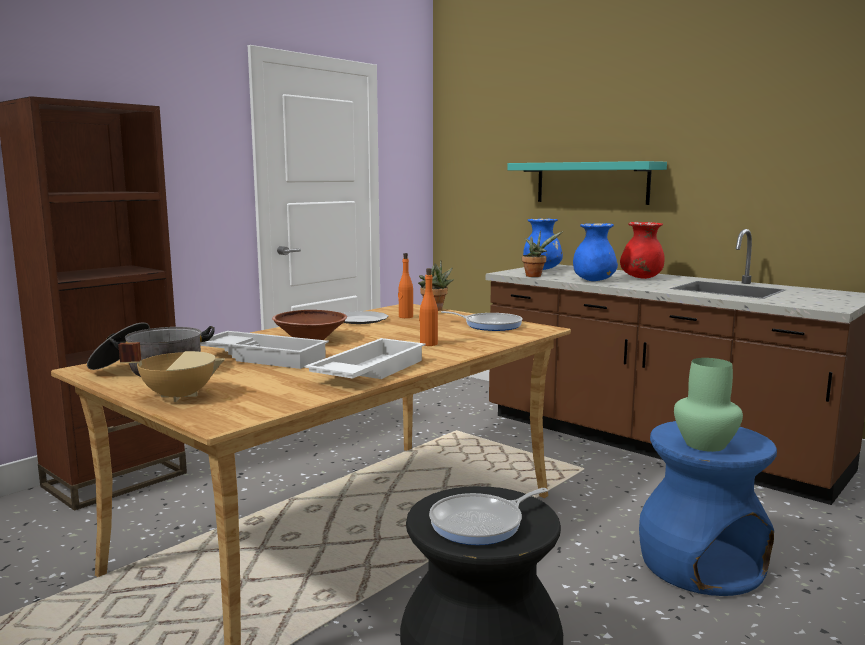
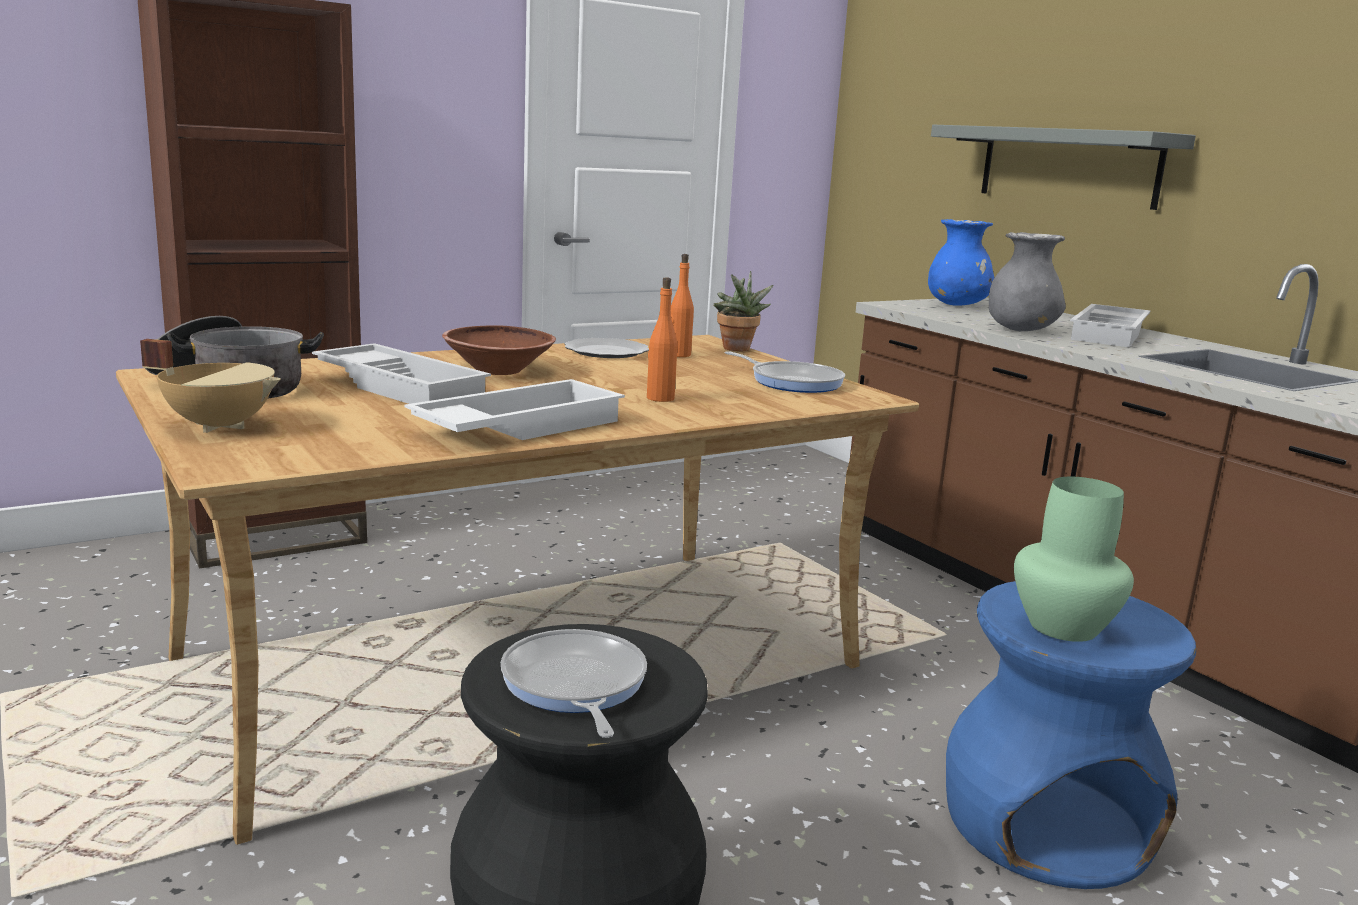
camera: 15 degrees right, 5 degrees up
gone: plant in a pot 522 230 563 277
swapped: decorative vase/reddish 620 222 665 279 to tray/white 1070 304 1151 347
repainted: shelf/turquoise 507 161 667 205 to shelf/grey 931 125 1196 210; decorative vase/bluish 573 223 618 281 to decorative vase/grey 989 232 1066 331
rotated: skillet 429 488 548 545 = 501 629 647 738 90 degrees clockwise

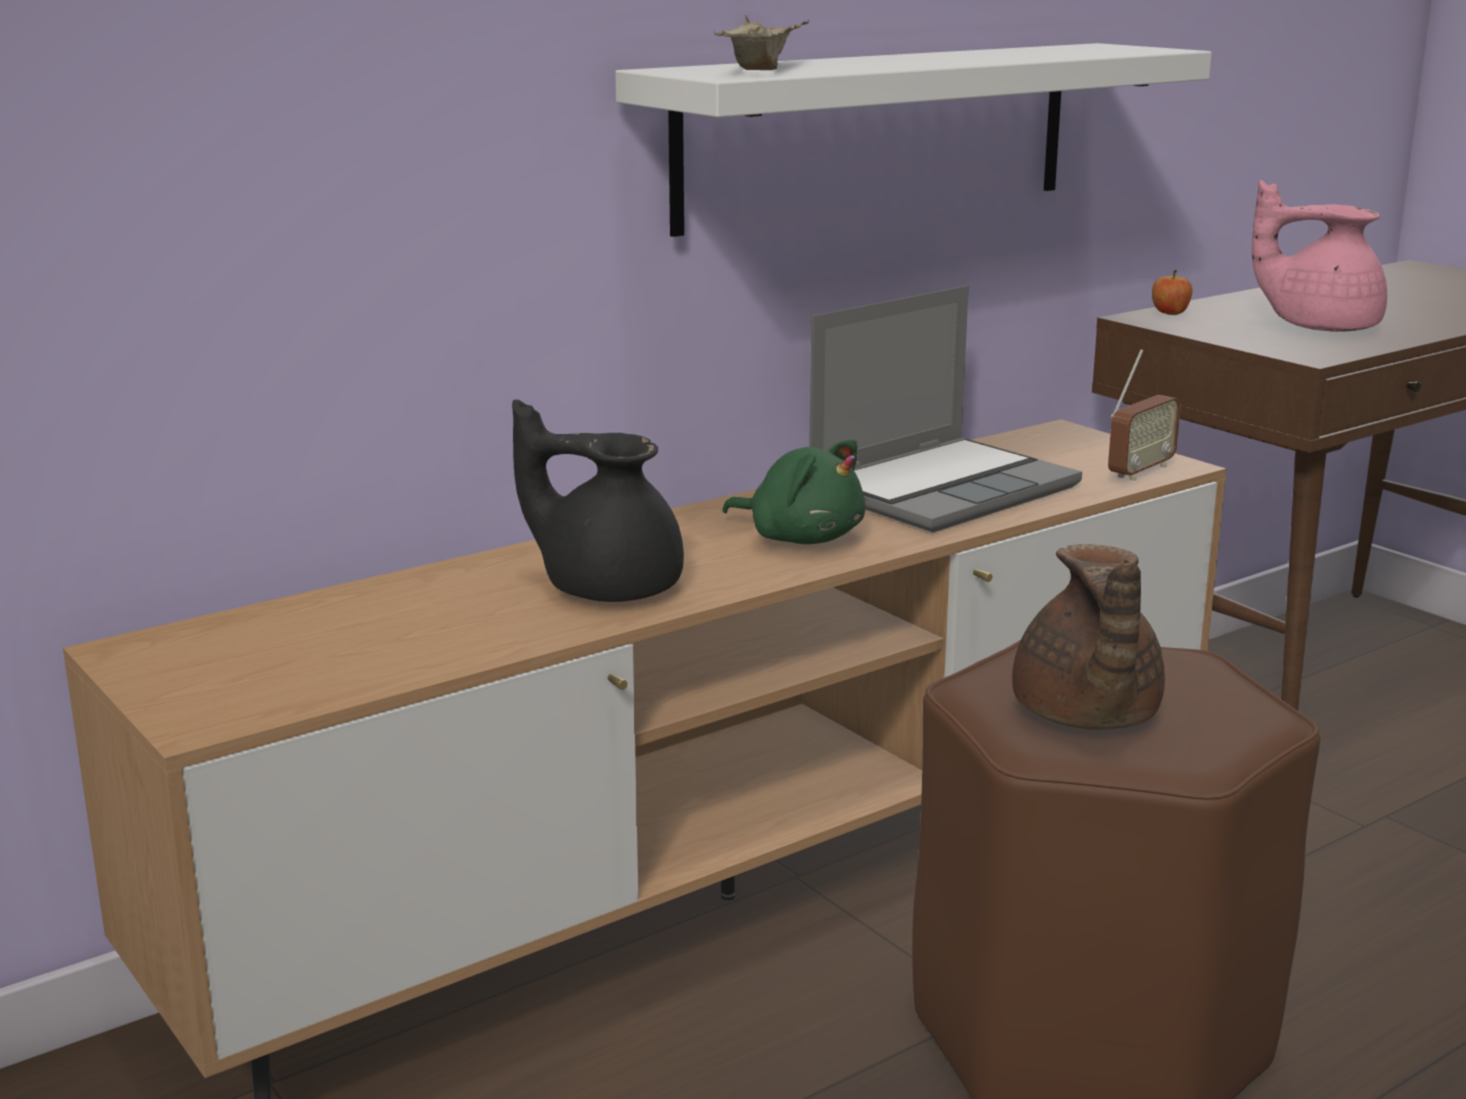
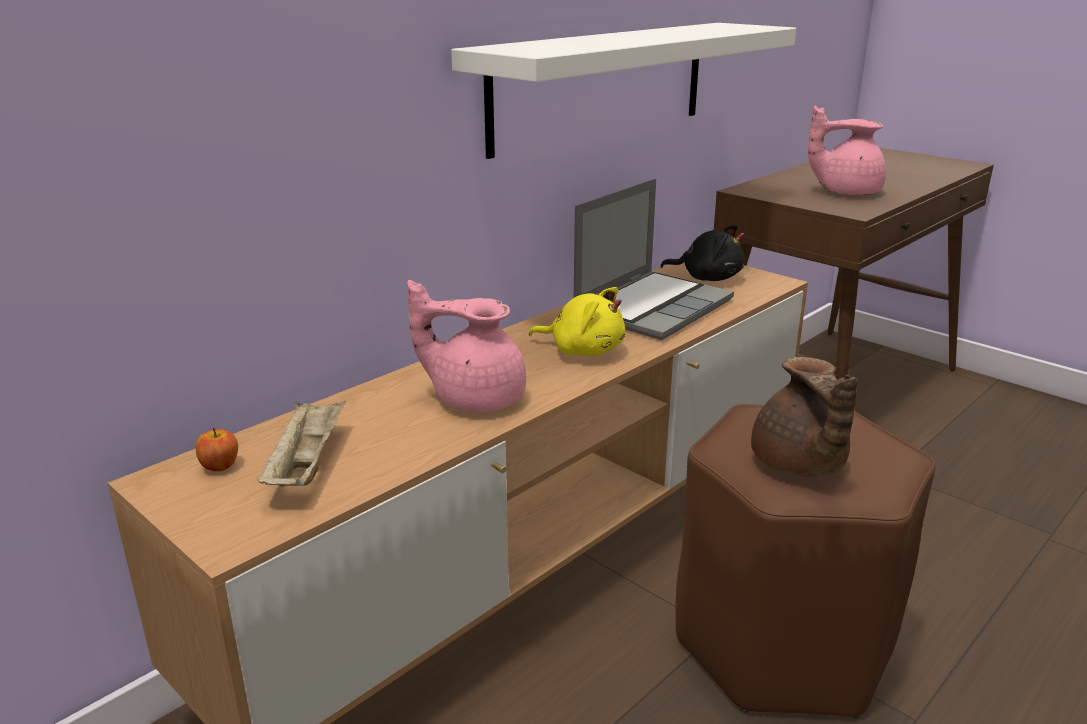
camera: 10 degrees left, 5 degrees up
gone: radio receiver 1108 349 1181 481
new: cuddly toy/blackish 660 225 745 281
shifted: apple 1152 270 1192 315 to 196 428 238 472; tray/sand-coloured 714 15 809 70 to 257 401 346 486
repainted: pot for tea/blackish 512 399 684 602 to pot for tea/pink-coloured 407 280 526 412; cuddly toy/green-coloured 723 439 866 544 to cuddly toy/yellow 529 287 625 356

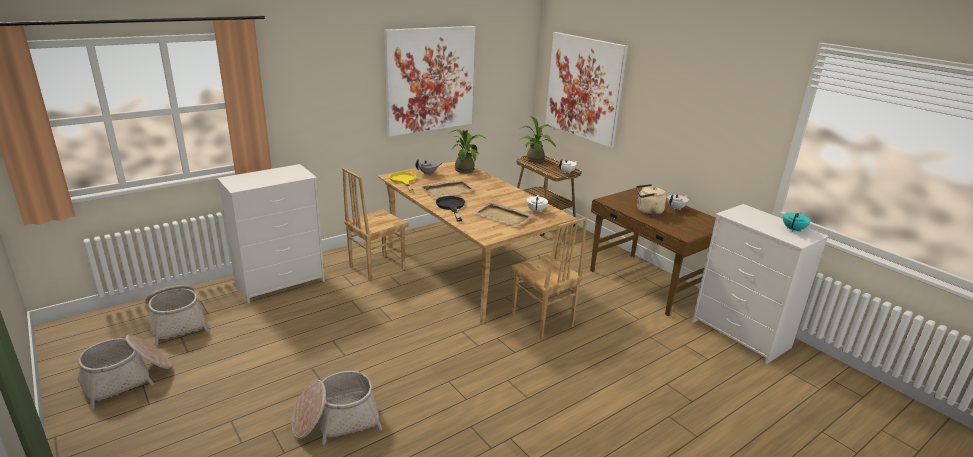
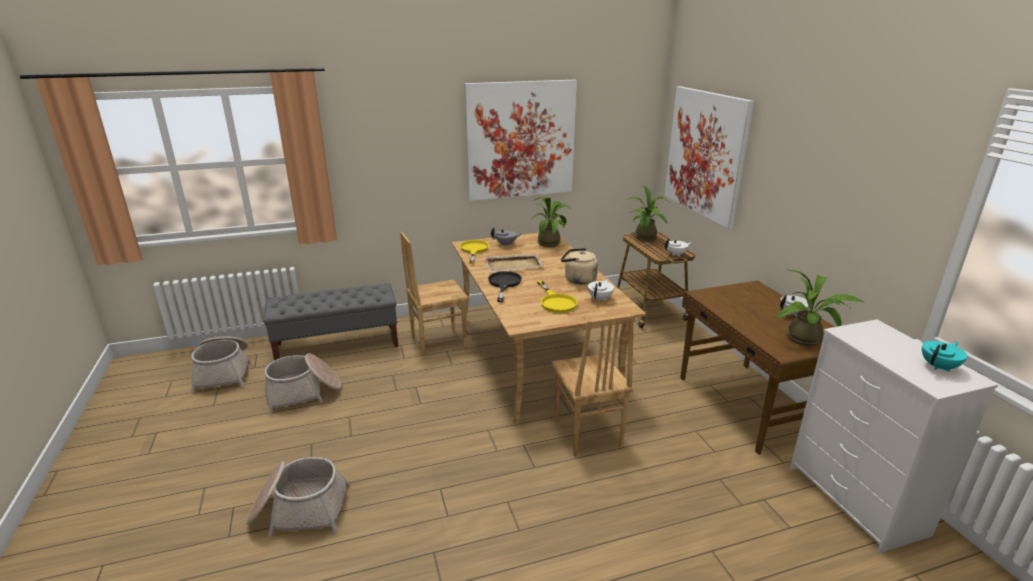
camera: 20 degrees right, 0 degrees up
new: plant in a pot 773 269 865 346
shifted: household basket 78 334 172 409 to 265 353 341 414; tea kettle/sand-coloured 636 184 667 215 to 561 248 598 284
swapped: drawer chest/white 217 164 325 303 to indoor bench/grey 264 283 398 361; tray/sand-coloured 473 202 534 226 to skillet/yellow 537 281 578 313

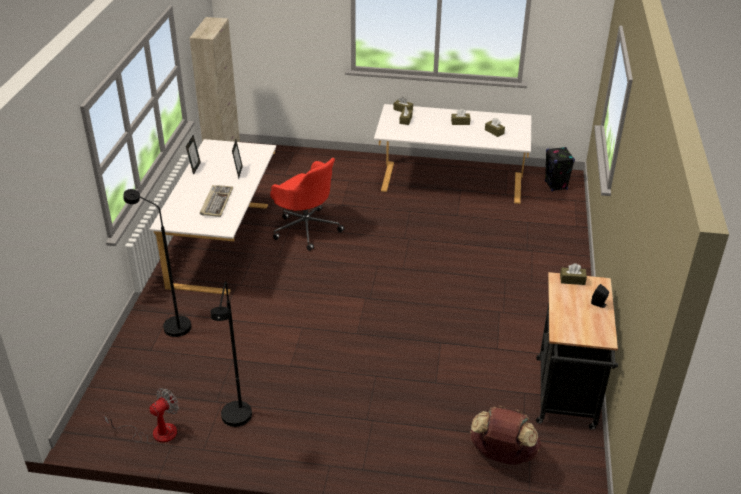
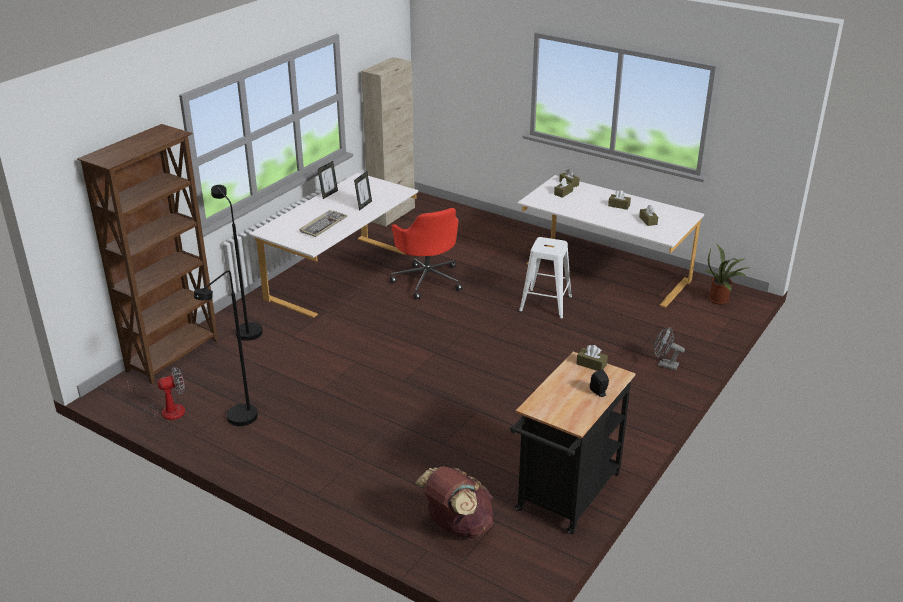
camera: 25 degrees right, 5 degrees down
new: shelving unit/brownish 77 124 219 384; stool/white 519 237 572 319; fan/grey 654 327 685 371
swapped: speaker/blackish 545 147 575 191 to plant in a pot 705 244 748 305

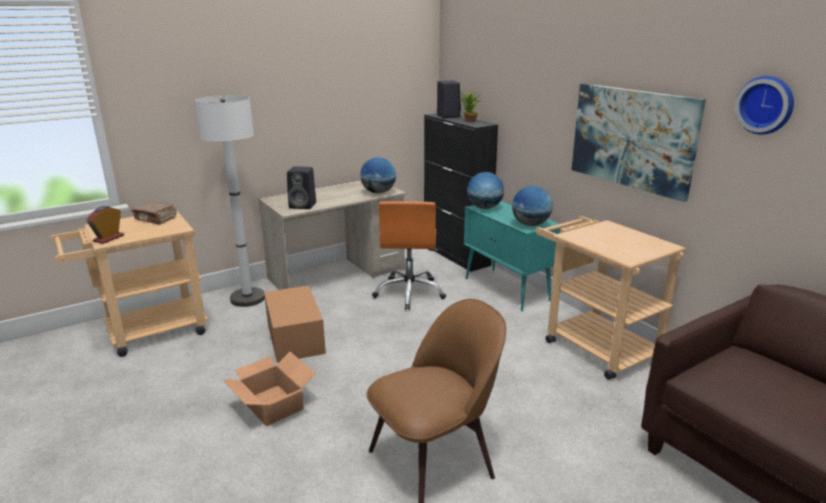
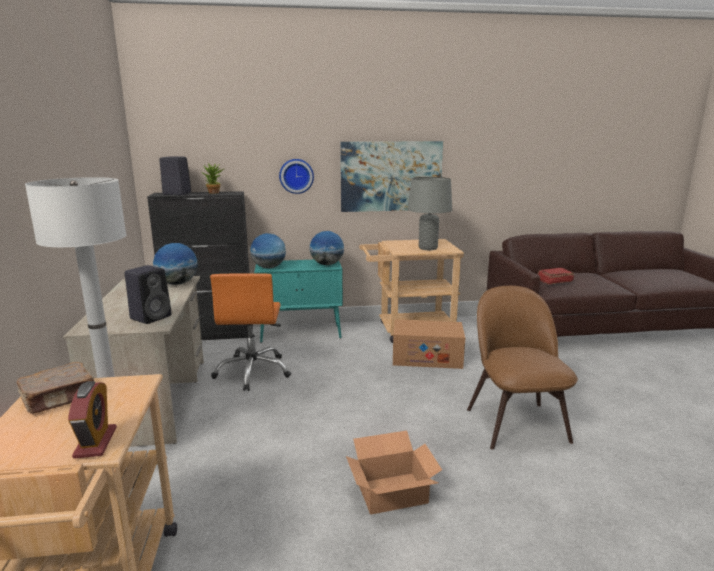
camera: 65 degrees left, 5 degrees down
new: table lamp/grey 408 177 452 250; book/reddish 538 268 574 285
shifted: hanging clock 735 76 794 135 to 279 159 314 194; packing box 264 285 326 363 to 393 319 465 369
rotated: alarm clock 87 206 124 244 = 68 381 117 459 150 degrees counterclockwise; computer chair/orange 372 201 446 310 = 210 273 291 391 60 degrees clockwise

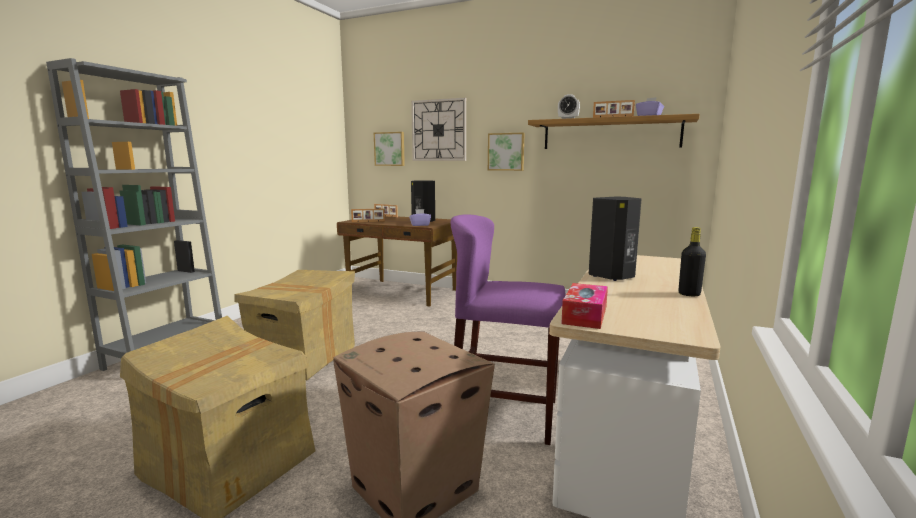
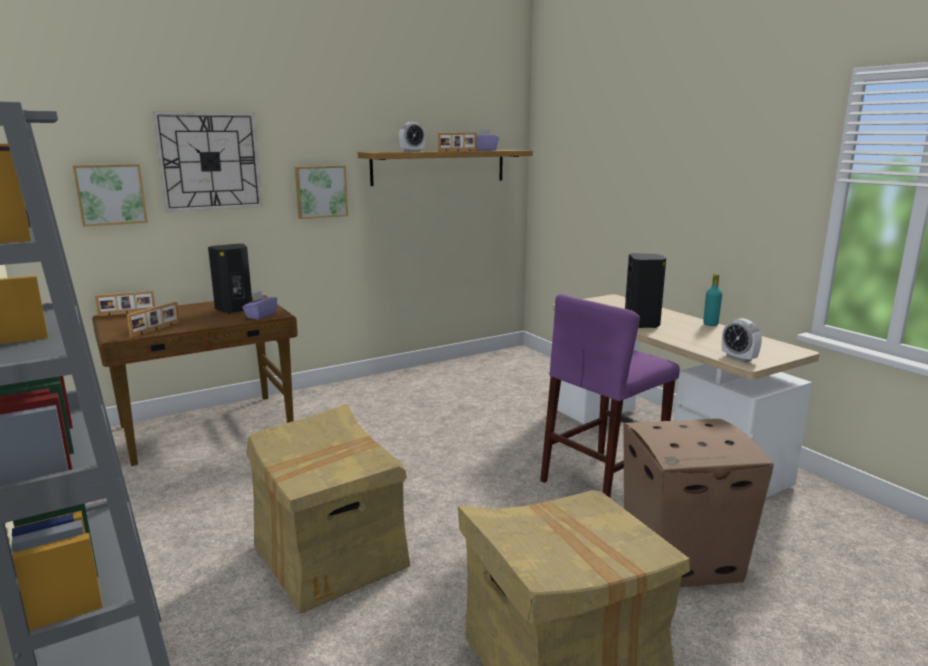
camera: 55 degrees left, 5 degrees up
swapped: box of tissues 561 283 608 329 to alarm clock 722 318 762 363
repainted: bottle/blackish 678 227 706 296 to bottle/turquoise 703 274 722 326

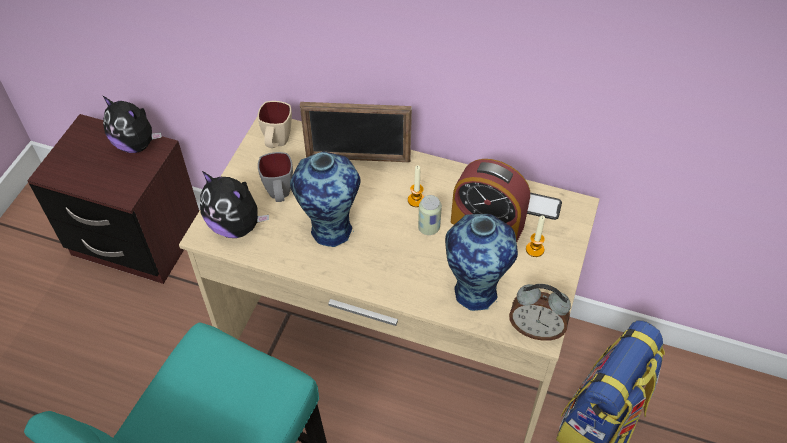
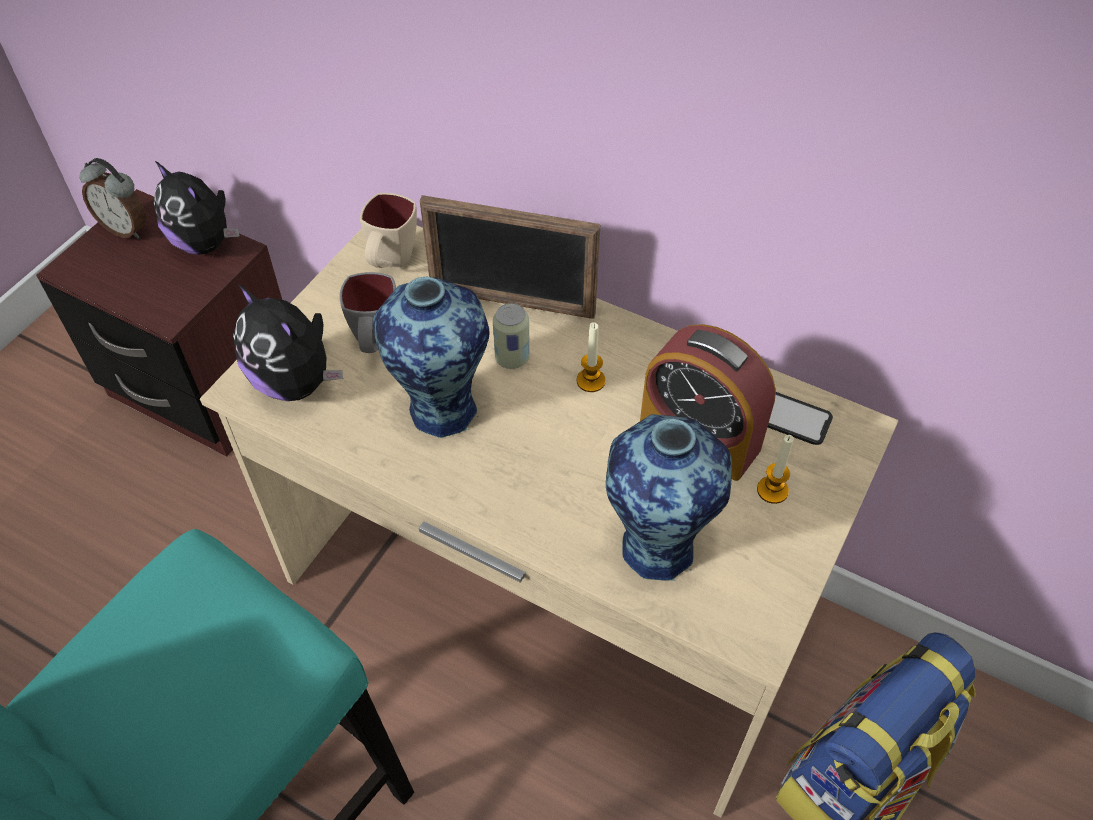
camera: 10 degrees right, 0 degrees up
shifted: alarm clock 509 284 571 341 to 79 158 147 239; sealed can 418 195 442 235 to 493 303 530 369

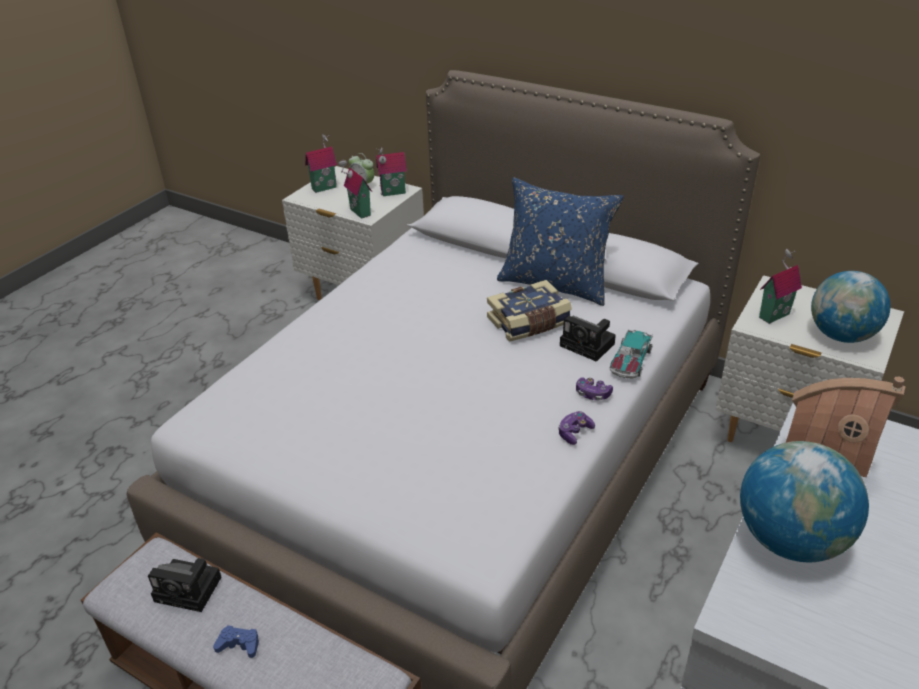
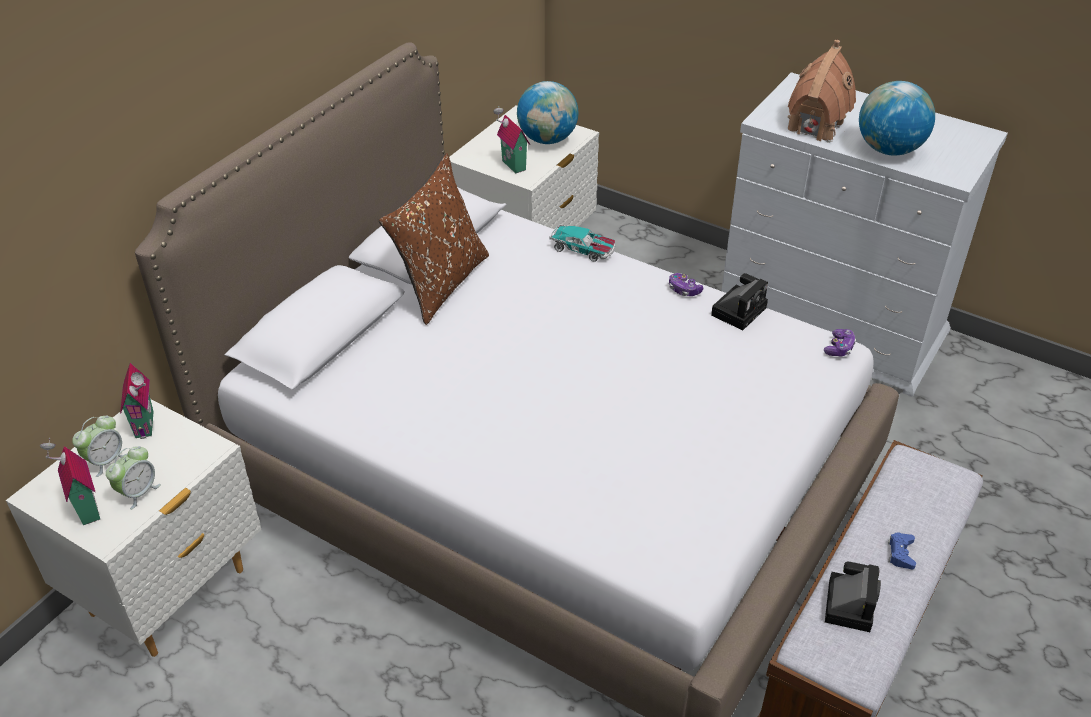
camera: 90 degrees left, 5 degrees up
gone: miniature house 338 160 372 219; book 487 280 572 342
new: alarm clock 106 446 161 510
shifted: still camera 560 315 616 362 to 711 273 768 331; gamepad 576 378 613 401 to 824 329 856 356
repainted: pillow/bluish 497 177 624 306 to pillow/brownish 379 153 489 325

